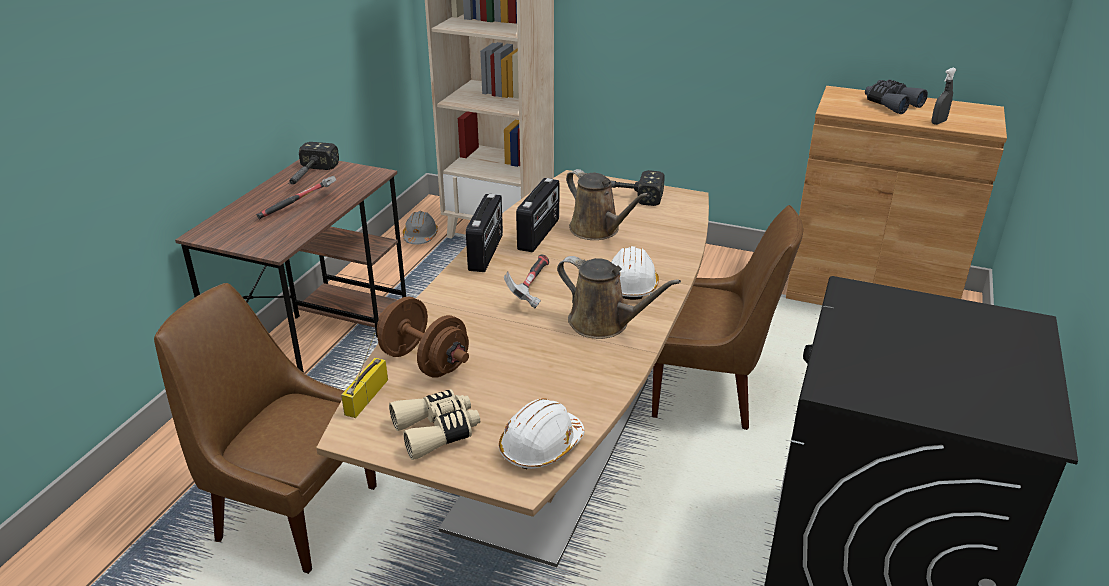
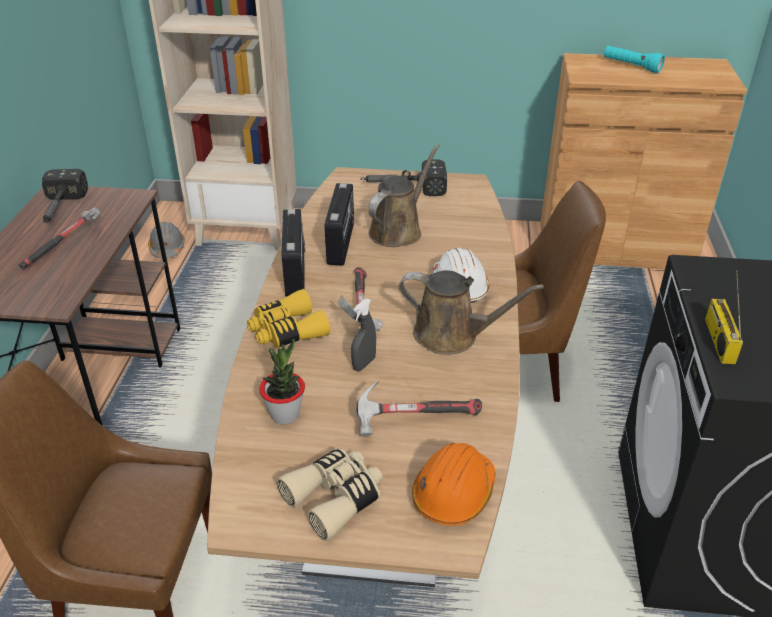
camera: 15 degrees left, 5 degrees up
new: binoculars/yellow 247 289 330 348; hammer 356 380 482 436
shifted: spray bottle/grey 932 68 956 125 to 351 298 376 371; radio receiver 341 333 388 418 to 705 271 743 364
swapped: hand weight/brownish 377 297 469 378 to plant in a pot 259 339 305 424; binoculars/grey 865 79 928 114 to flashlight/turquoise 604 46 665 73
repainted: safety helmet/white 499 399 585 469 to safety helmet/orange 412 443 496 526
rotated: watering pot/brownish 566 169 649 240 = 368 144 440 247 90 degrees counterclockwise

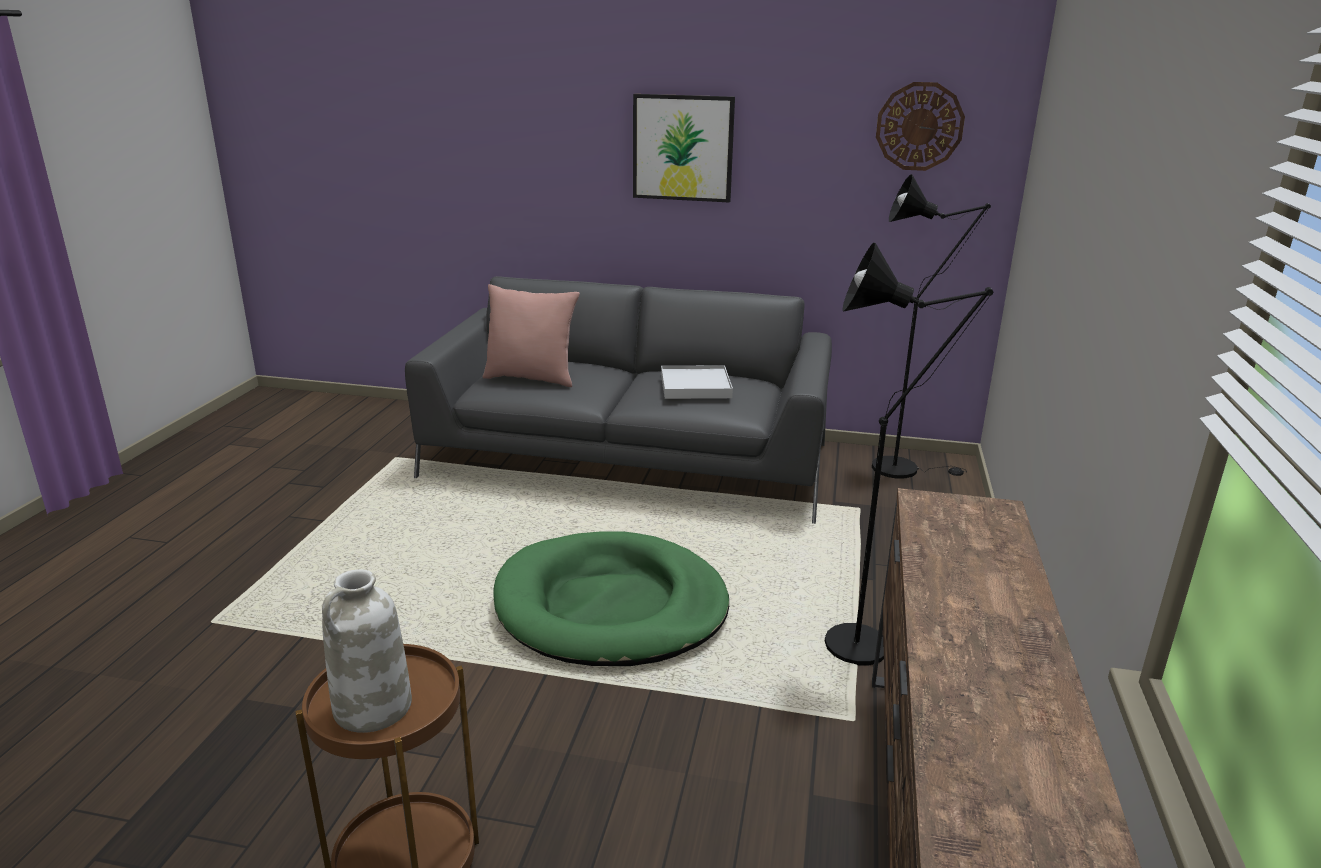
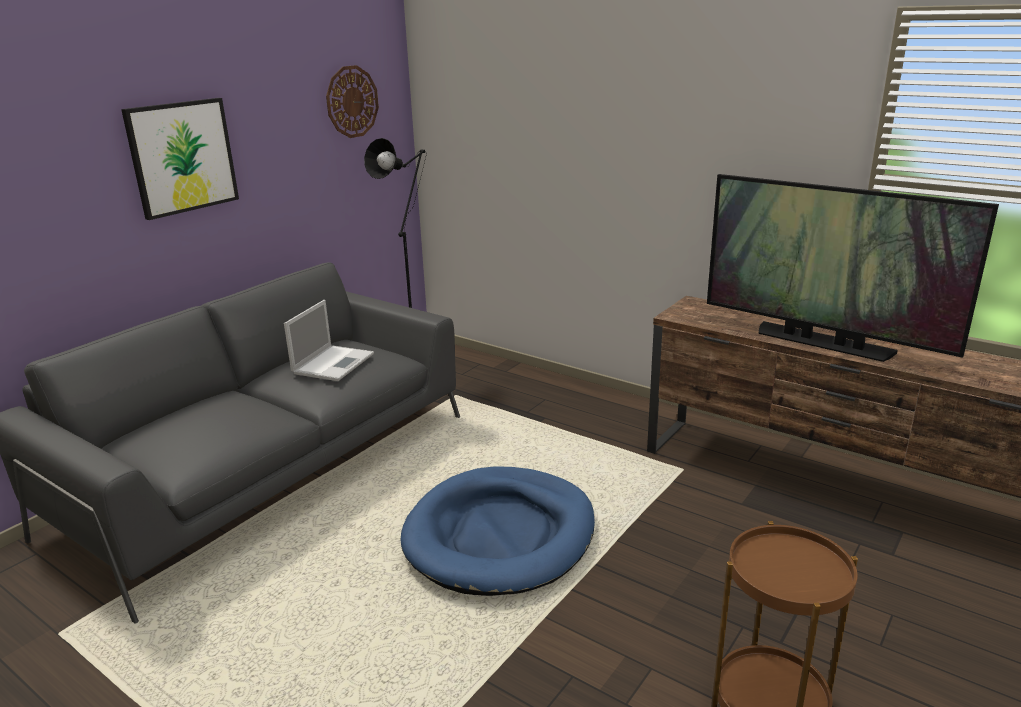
camera: 65 degrees left, 0 degrees up
gone: decorative vase/white 322 569 412 733; pillow/pink-coloured 483 284 580 387; standing lamp/blackish 825 243 993 665
new: television 707 174 999 362
swapped: tray/white 661 365 733 399 to notebook computer 284 300 374 381
repainted: dog bed/green-coloured 493 531 729 666 to dog bed/bluish 400 466 595 596

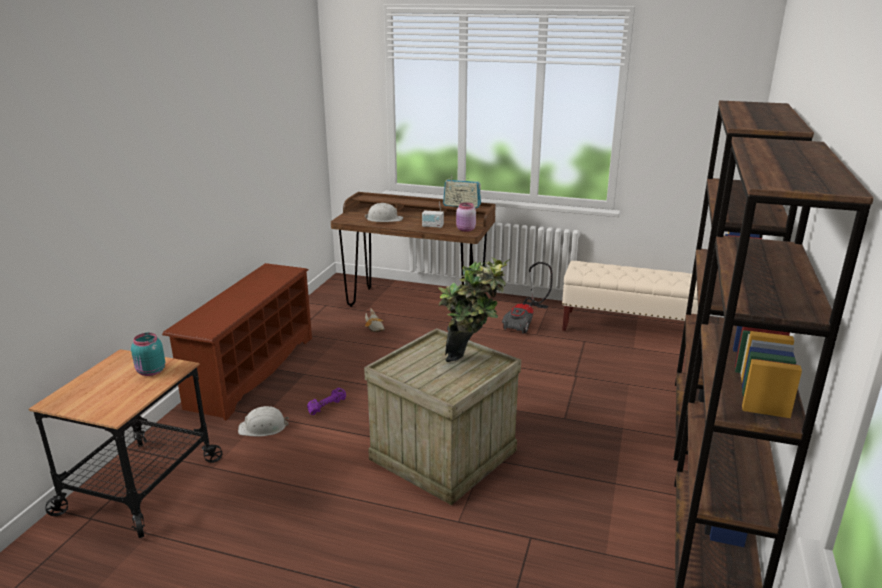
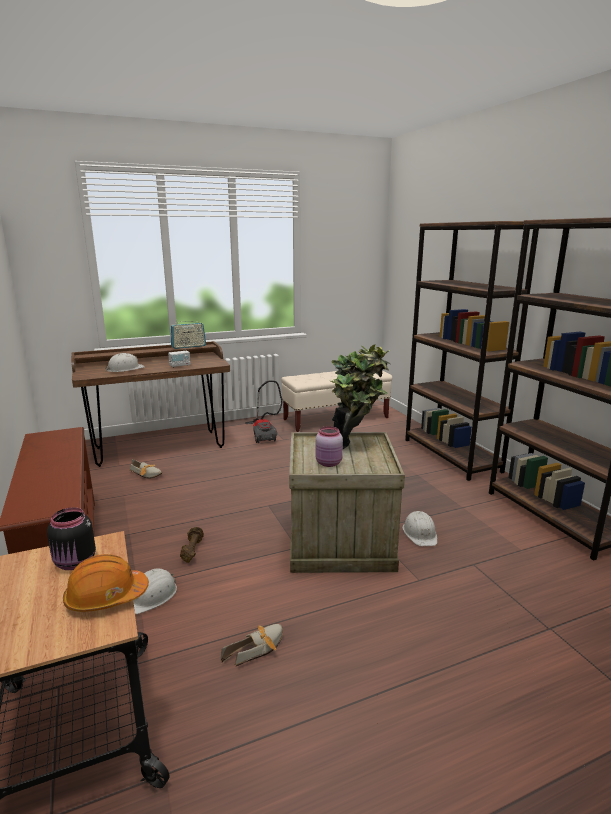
camera: 40 degrees left, 5 degrees down
new: safety helmet/orange 63 554 149 612; low shoe 221 624 283 666; safety helmet/white 403 511 437 546
shifted: jar/pink-coloured 456 202 476 232 to 315 426 343 467
repainted: jar/turquoise 131 333 165 376 to jar/blackish 47 507 96 570; hand weight/purplish 307 388 346 415 to hand weight/brownish 180 527 204 563

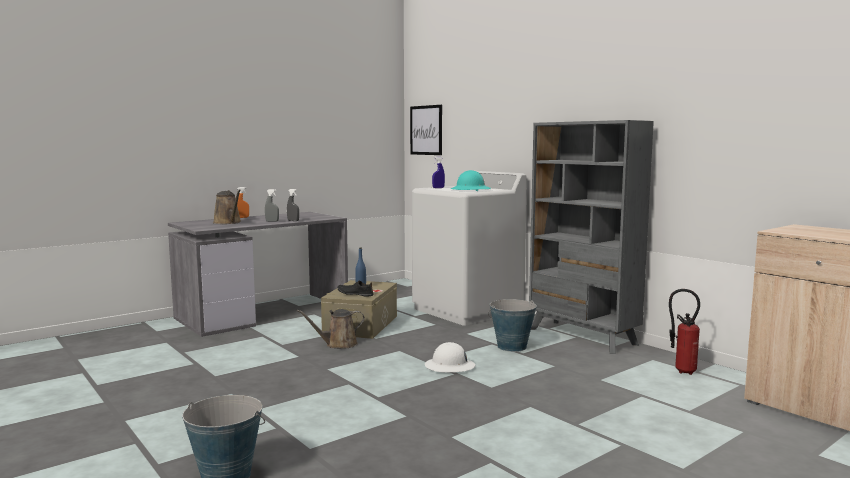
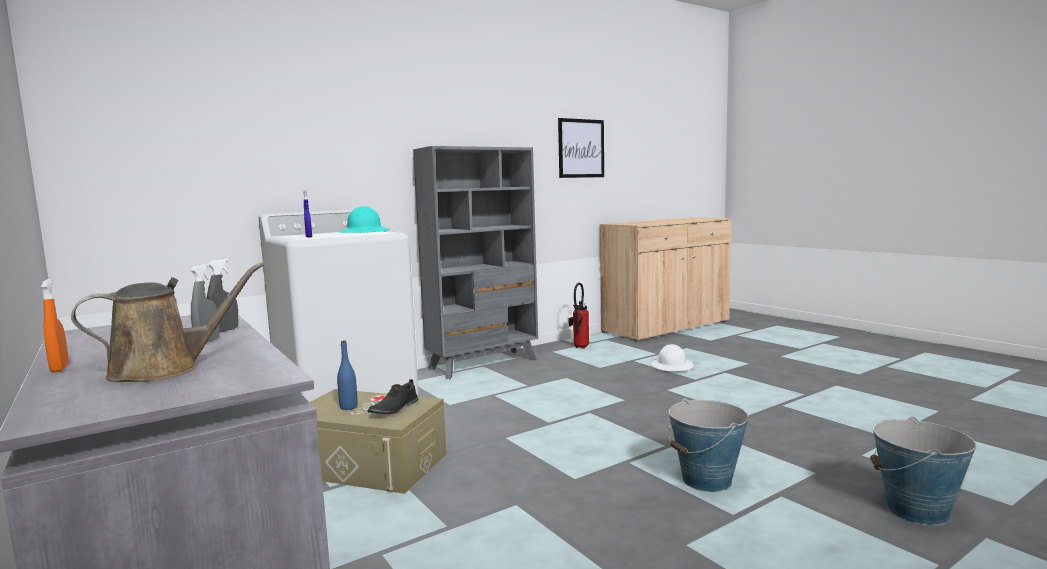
camera: 85 degrees left, 0 degrees up
gone: watering pot/brownish 297 309 365 349
shifted: wall art 410 105 442 155 to 558 118 604 178; safety helmet/white 425 342 475 373 to 651 344 694 371; pail 488 299 537 352 to 668 398 749 492

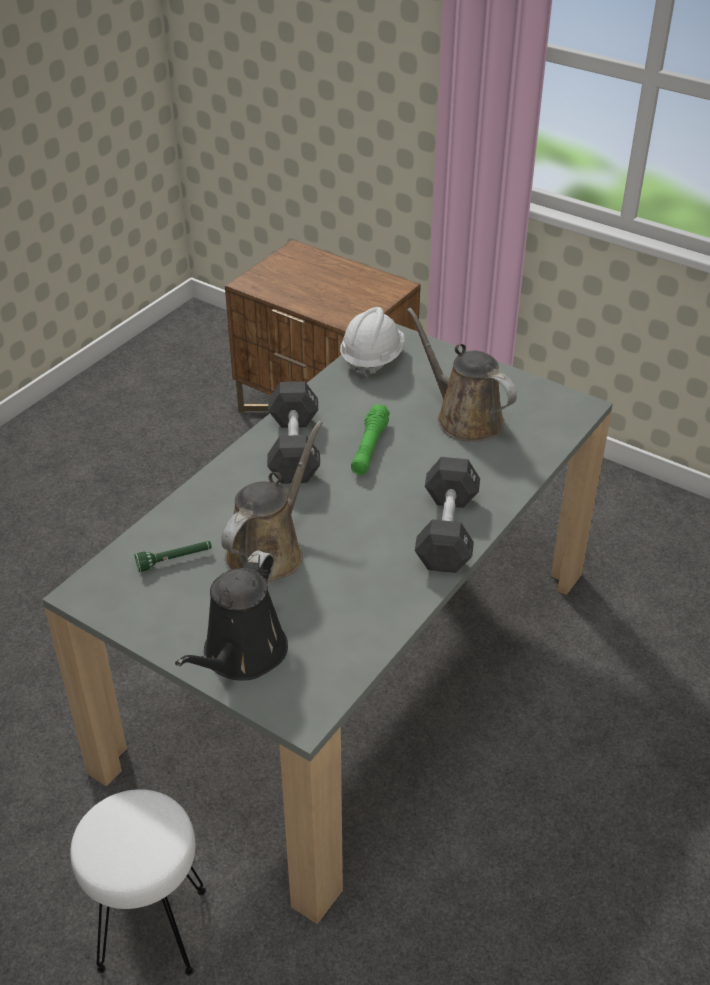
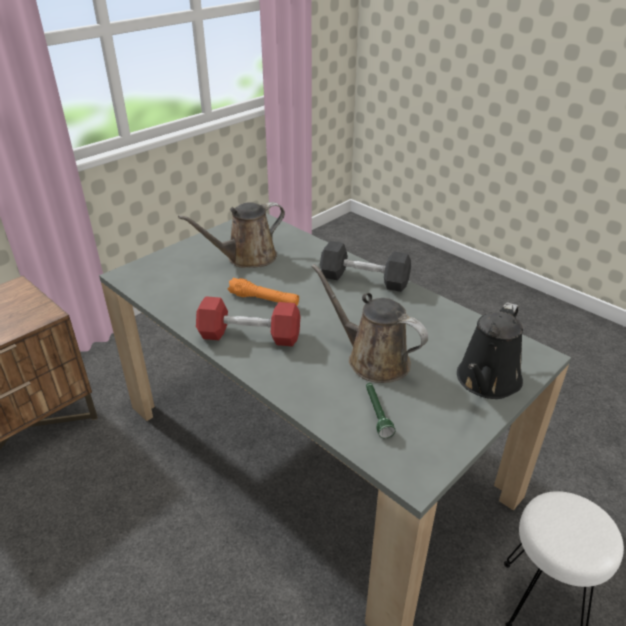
camera: 80 degrees left, 5 degrees down
gone: safety helmet/white 340 307 404 379
repainted: hand weight/blackish 267 381 320 484 to hand weight/reddish 196 296 301 347; flashlight/green-coloured 351 404 390 475 to flashlight/orange 228 278 299 306
rotated: watering pot/blackish 175 550 288 681 = 457 302 523 399 90 degrees clockwise

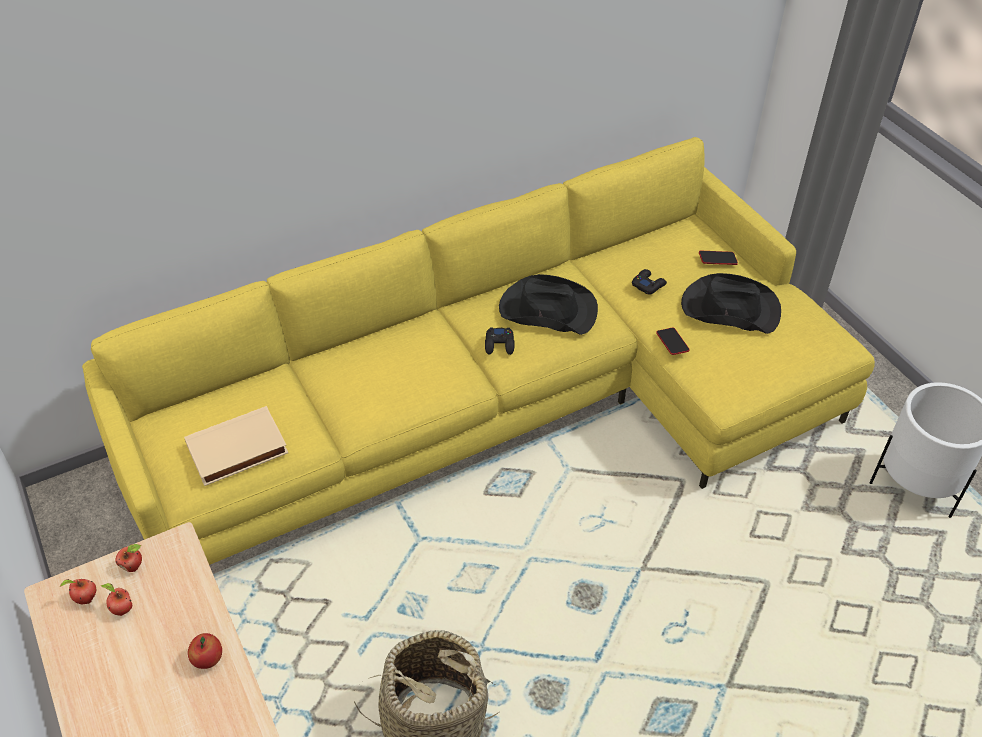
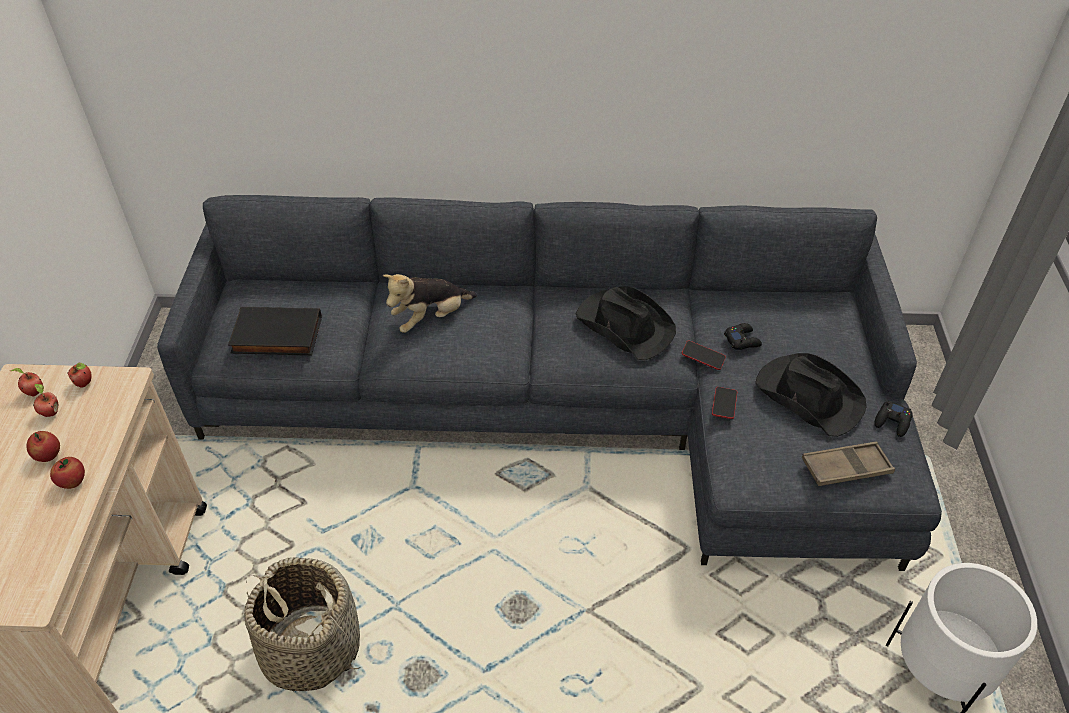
camera: 30 degrees right, 0 degrees up
new: apple 26 431 60 462; cuddly toy 383 274 477 333; tray/brownish 802 442 895 486
shifted: handset 699 251 738 265 to 682 340 726 370; gamepad/blackish 485 328 514 355 to 874 401 913 437
repainted: couch/yellow 82 137 875 565 to couch/grey 157 195 942 571; book/sand-coloured 184 406 288 486 to book/blackish 228 307 322 355

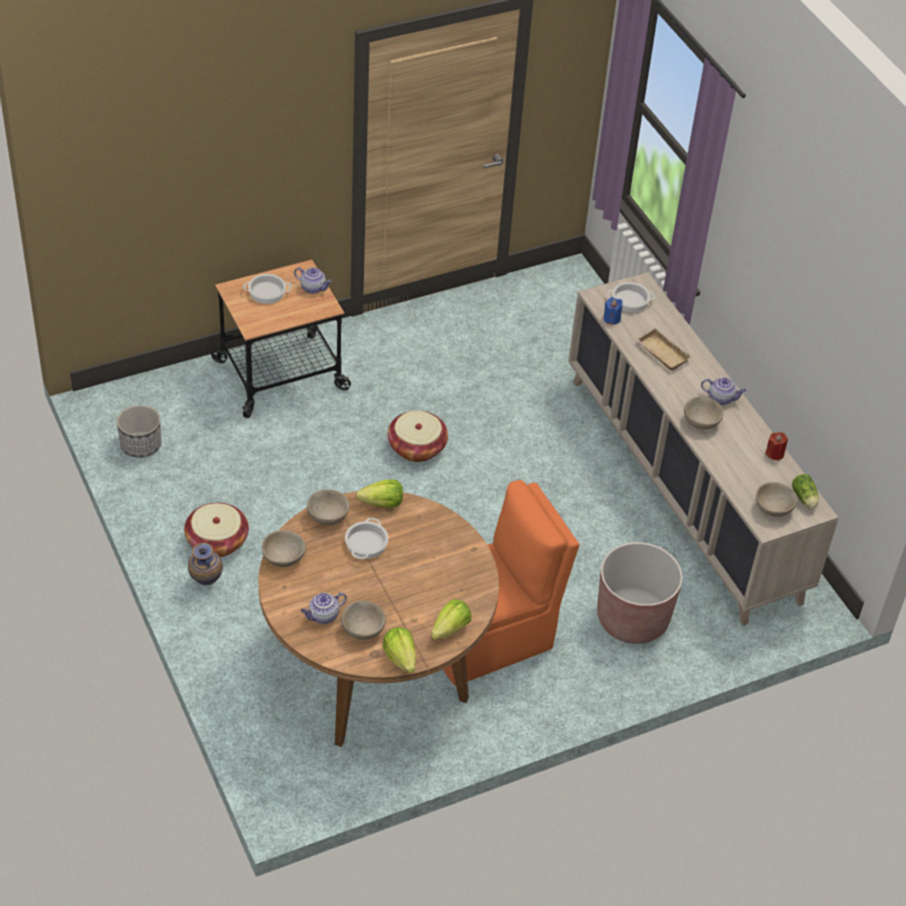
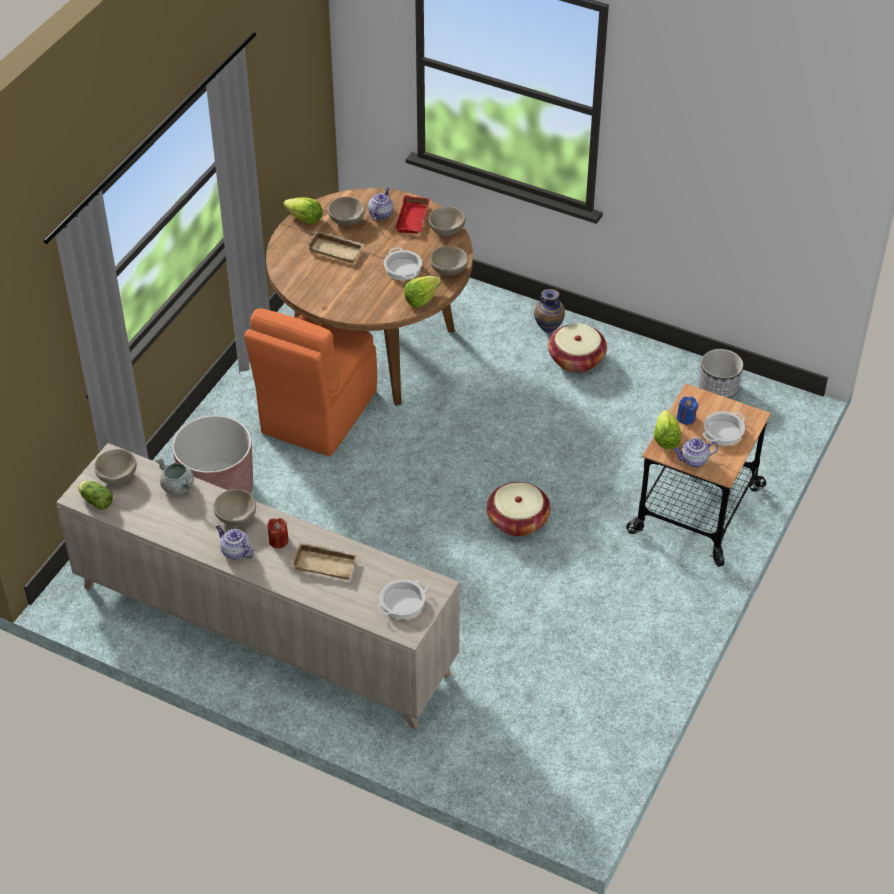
camera: 145 degrees right, 0 degrees up
new: stockpot/grey 155 457 194 495; tray/sand-coloured 307 231 364 263; tray/reddish 395 195 430 234
shifted: wax light/reddish 765 432 788 461 to 267 518 289 548; lettuce 431 599 471 640 to 654 410 681 449; wax light/bluish 603 297 623 325 to 677 397 698 425
rotated: pot for tea 701 377 746 405 = 216 525 254 560 60 degrees clockwise

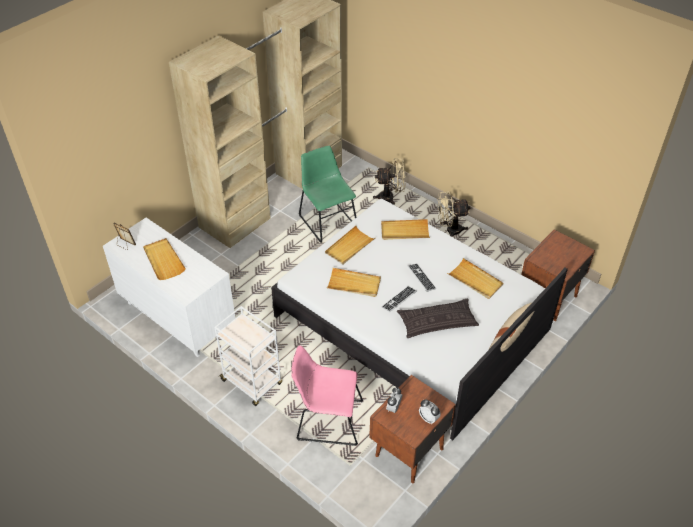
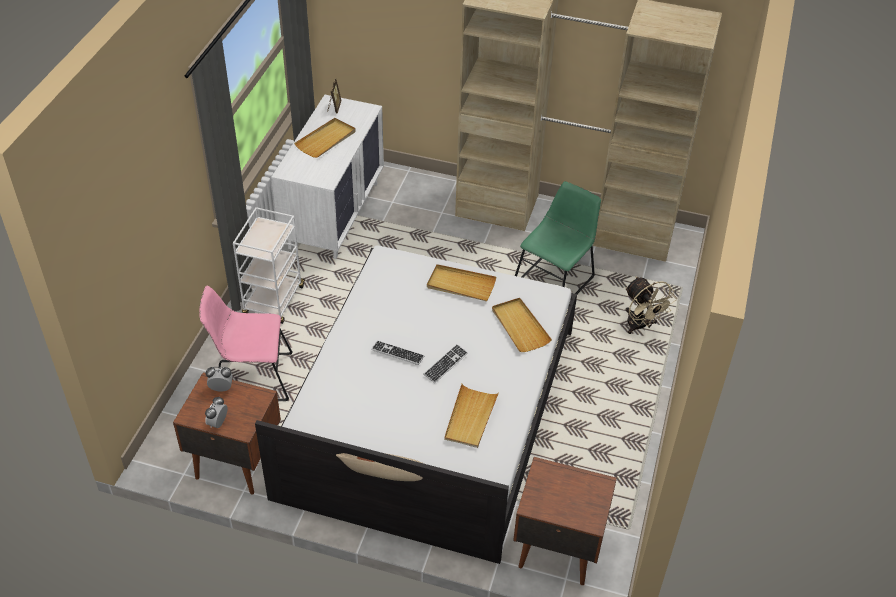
camera: 65 degrees right, 0 degrees up
gone: tray/sand-coloured 327 268 381 297; pillow 397 298 479 338; fan/sand-coloured 437 191 470 237
rotated: plain chair/pink-coloured 291 345 363 446 = 200 286 293 401 75 degrees counterclockwise

